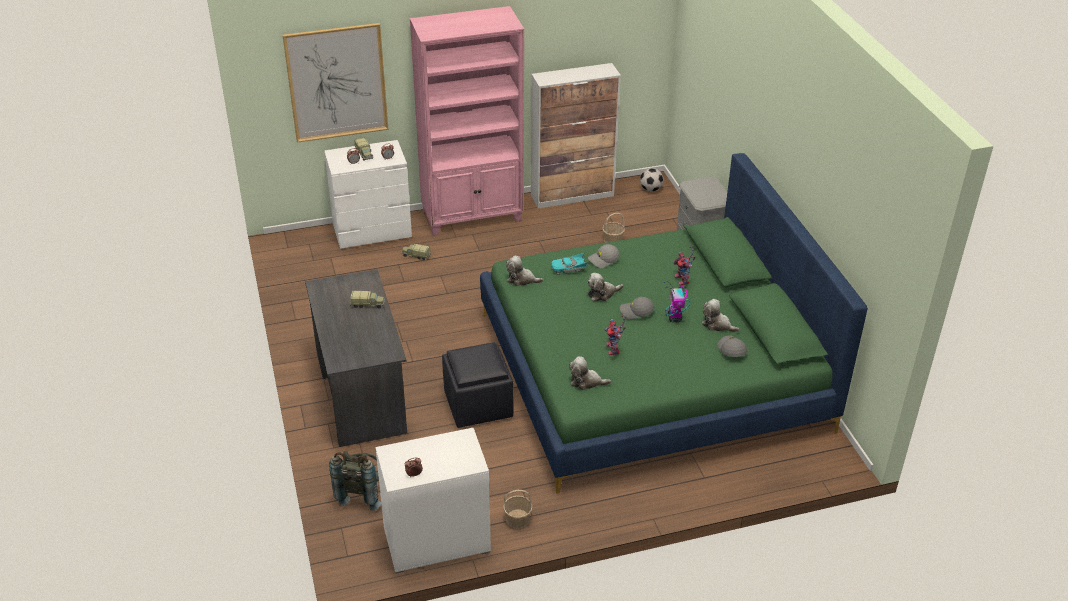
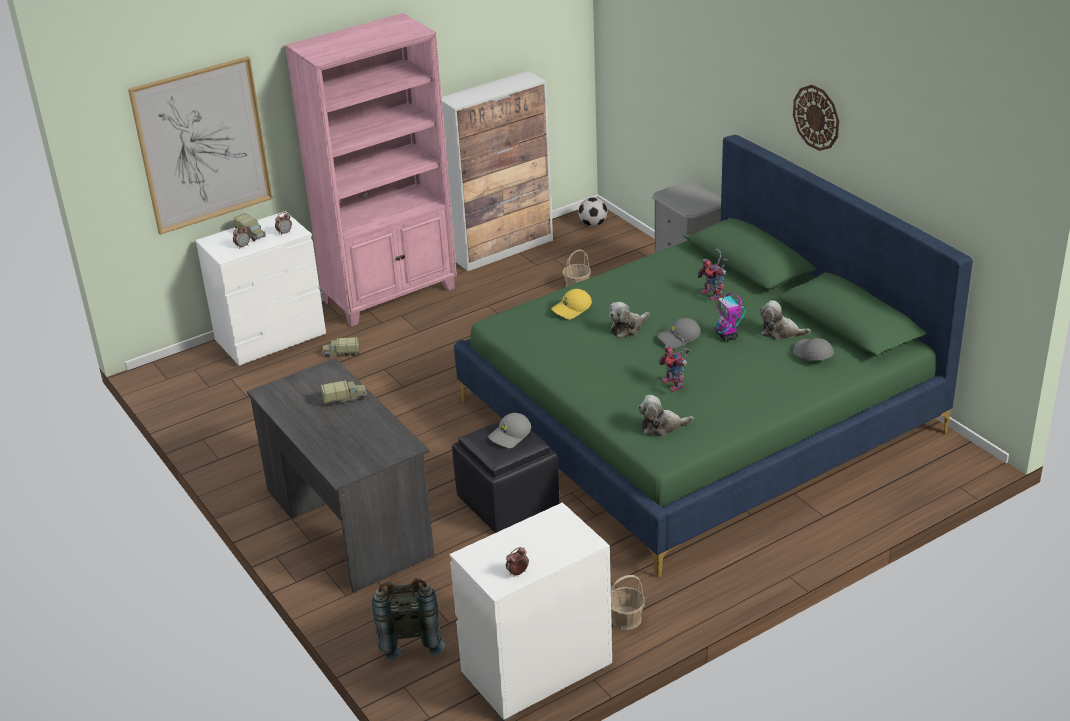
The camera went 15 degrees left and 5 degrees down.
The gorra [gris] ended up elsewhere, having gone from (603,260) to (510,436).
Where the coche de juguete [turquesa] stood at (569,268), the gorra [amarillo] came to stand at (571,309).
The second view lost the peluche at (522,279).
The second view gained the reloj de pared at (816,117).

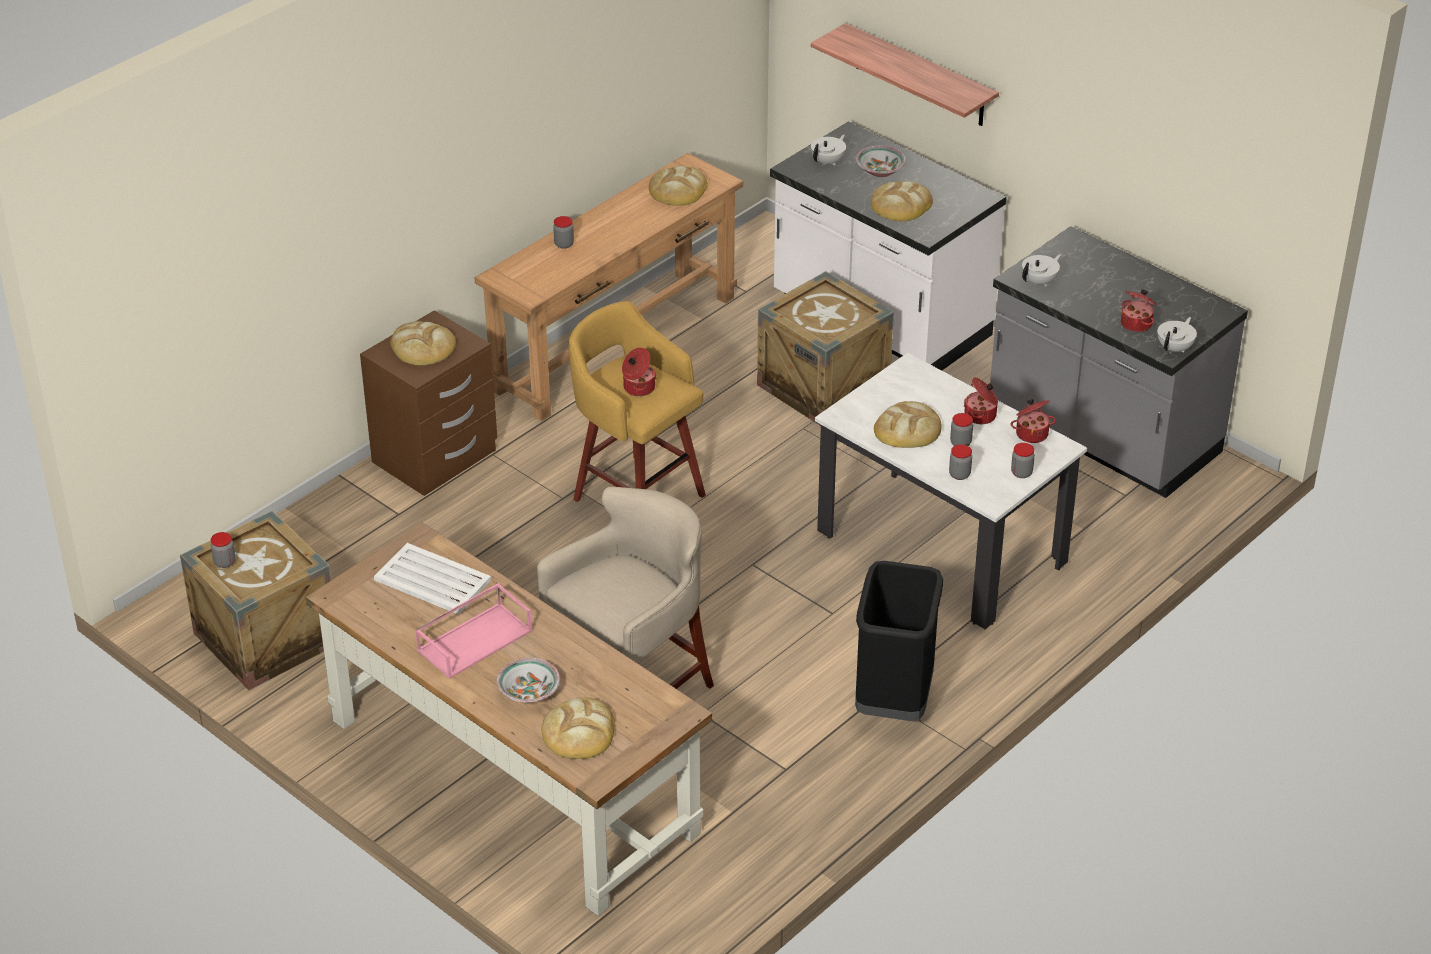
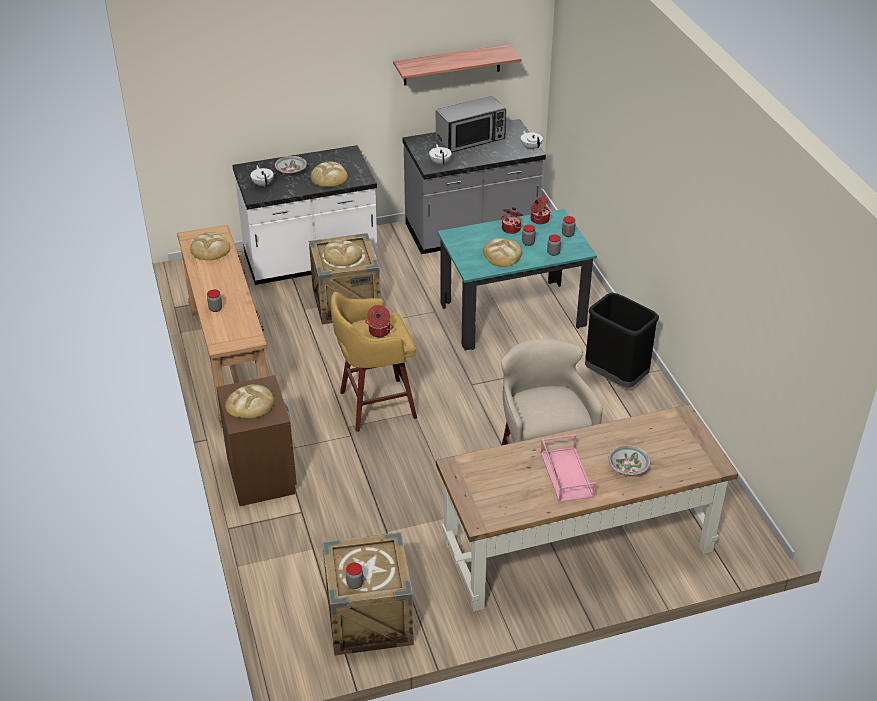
The camera went 60 degrees left and 0 degrees up.
The estante ended up elsewhere, having gone from (919,76) to (452,65).
The second view lost the olla at (1137,323).
What was the mesa de comedor [blanco] at (941,547) turned into the mesa de comedor [turquesa] at (512,315).
The second view lost the bandeja [blanco] at (432,579).
The pan ended up elsewhere, having gone from (579,732) to (342,255).
The second view gained the microondas at (471,139).

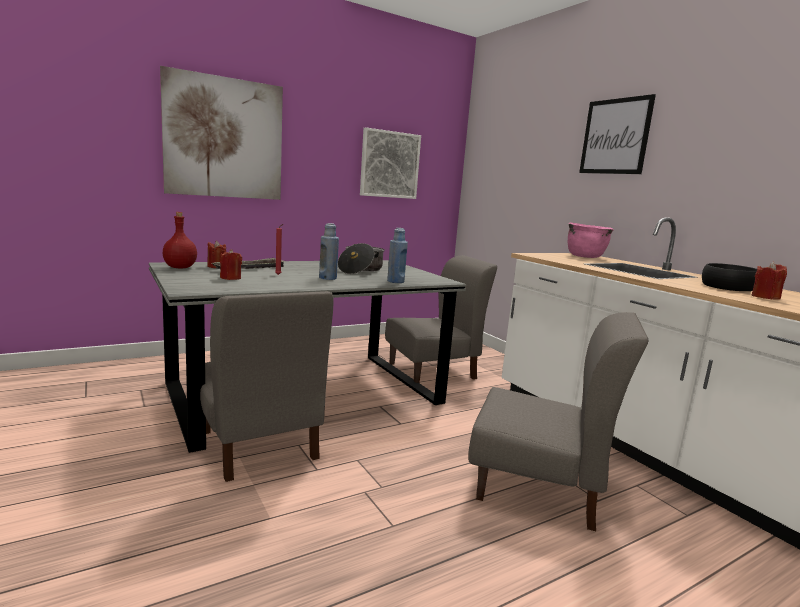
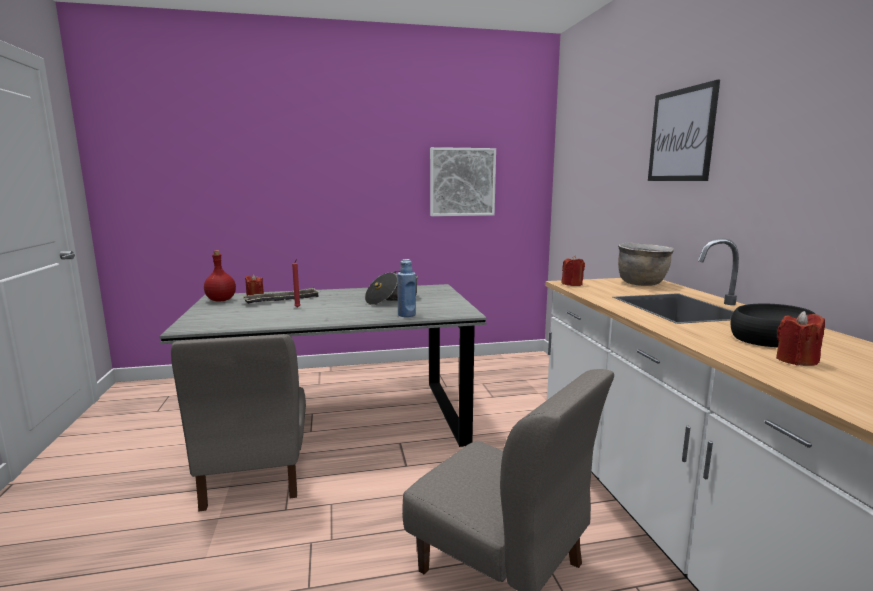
The camera went 20 degrees right and 0 degrees up.
The second view lost the cuadro at (224,138).
The second view lost the botella [azul] at (327,278).
What was the olla [rosa] at (585,256) turned into the olla [marrón] at (642,284).
The vela [rojo] ended up elsewhere, having gone from (230,278) to (572,284).
The second view lost the silla [gris] at (433,371).

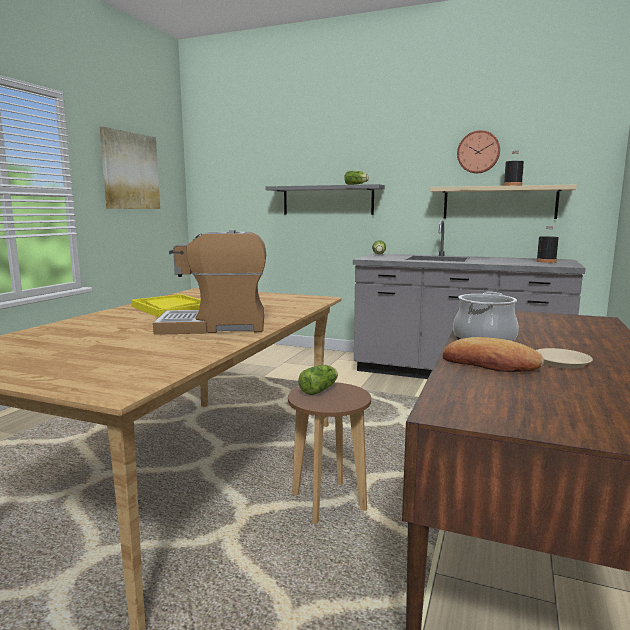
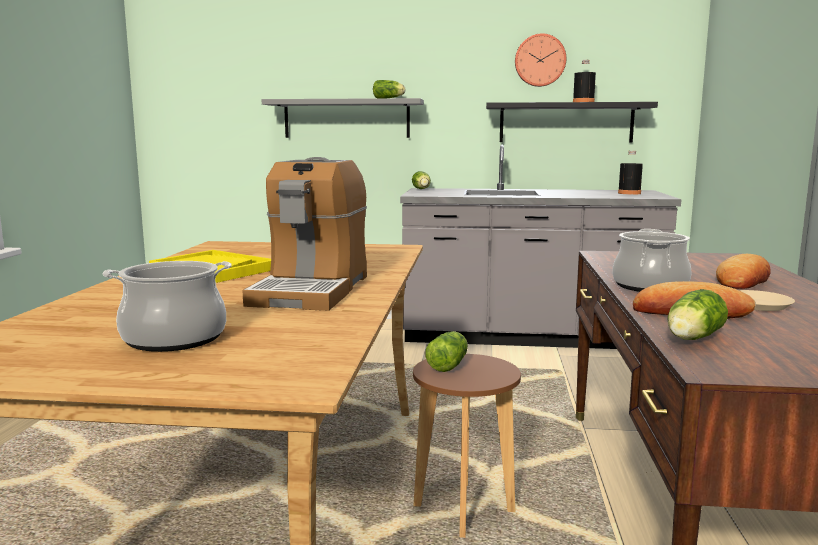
The camera went 15 degrees left and 0 degrees up.
The second view lost the cuadro at (130,171).
What was the estante [beis] at (499,202) turned into the estante [negro] at (566,123).
The cafetera at (215,326) ended up facing another way, 60 degrees counterclockwise from before.
The second view gained the pan at (743,280).
The second view gained the olla at (174,338).
The second view gained the lechuga at (691,338).

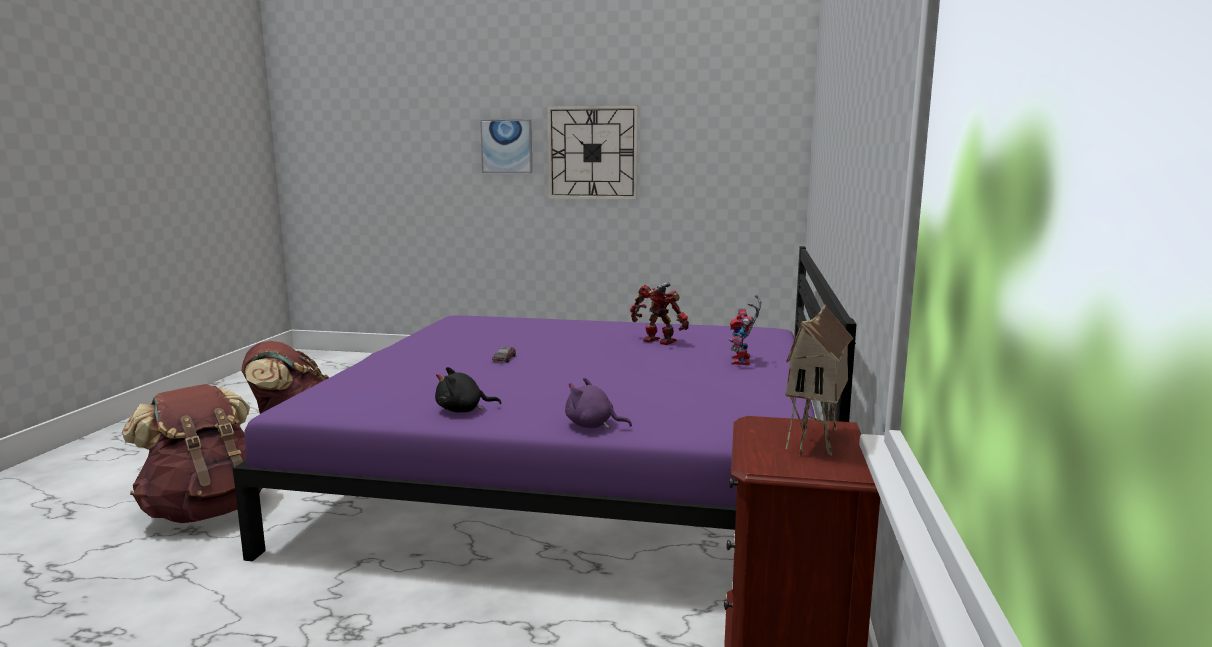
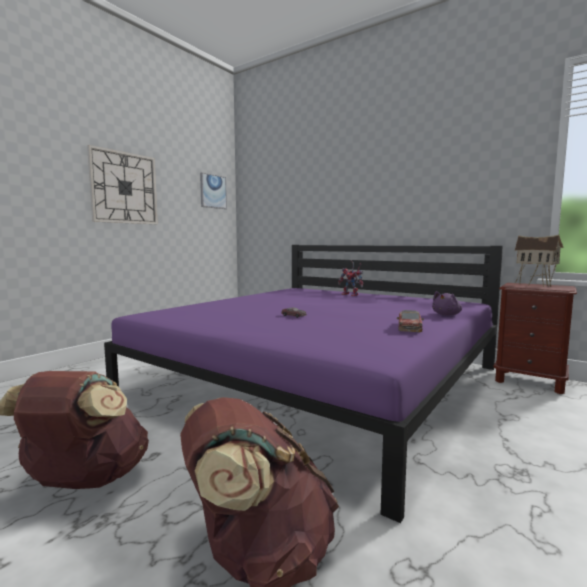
The camera went 65 degrees left and 5 degrees down.
The cuadro ended up elsewhere, having gone from (507,146) to (213,191).
The second view lost the robot de juguete at (658,342).
Where the peluche [negro] stood at (463,410), the coche de juguete came to stand at (409,327).

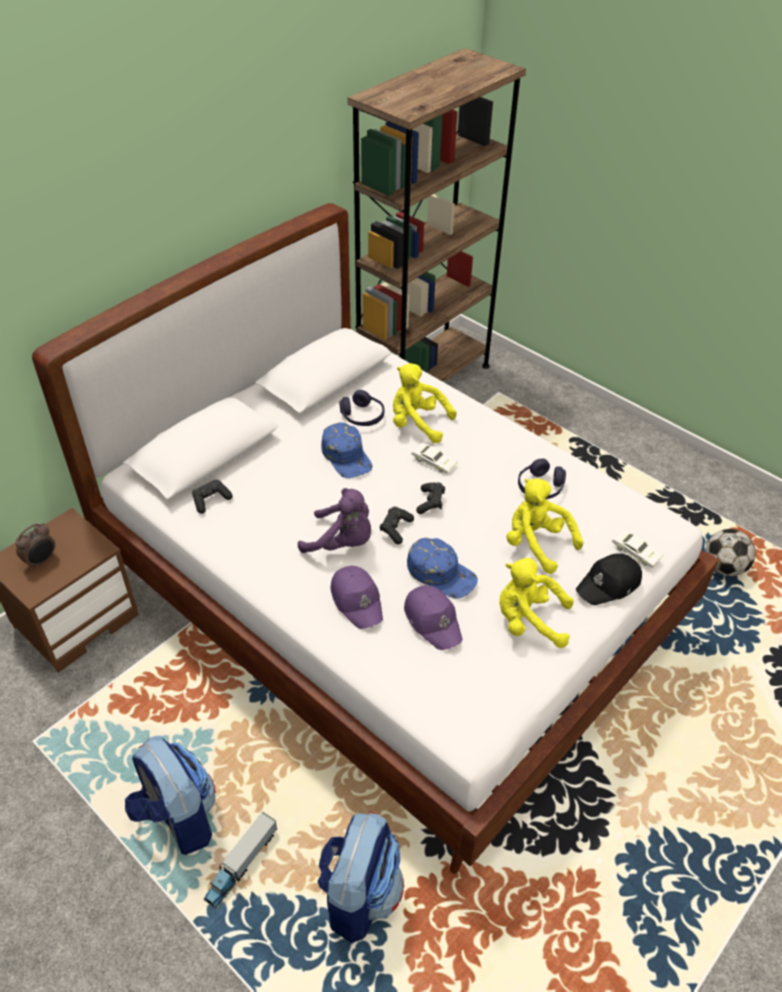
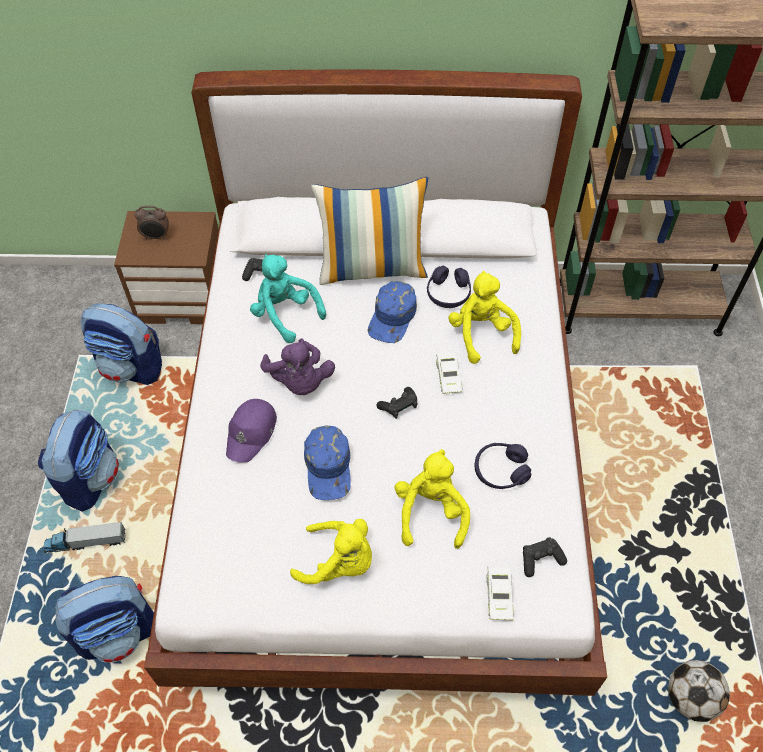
The camera went 50 degrees right and 10 degrees up.
The mando de consola [negro] ended up elsewhere, having gone from (396,529) to (540,559).
The second view lost the gorra [negro] at (609,585).
The peluche [amarillo] at (529,621) ended up facing another way, 135 degrees clockwise from before.
The second view lost the gorra [morado] at (433,620).
The second view gained the cojín at (372,267).
The second view gained the peluche [turquesa] at (285,314).
The second view gained the mochila at (131,367).

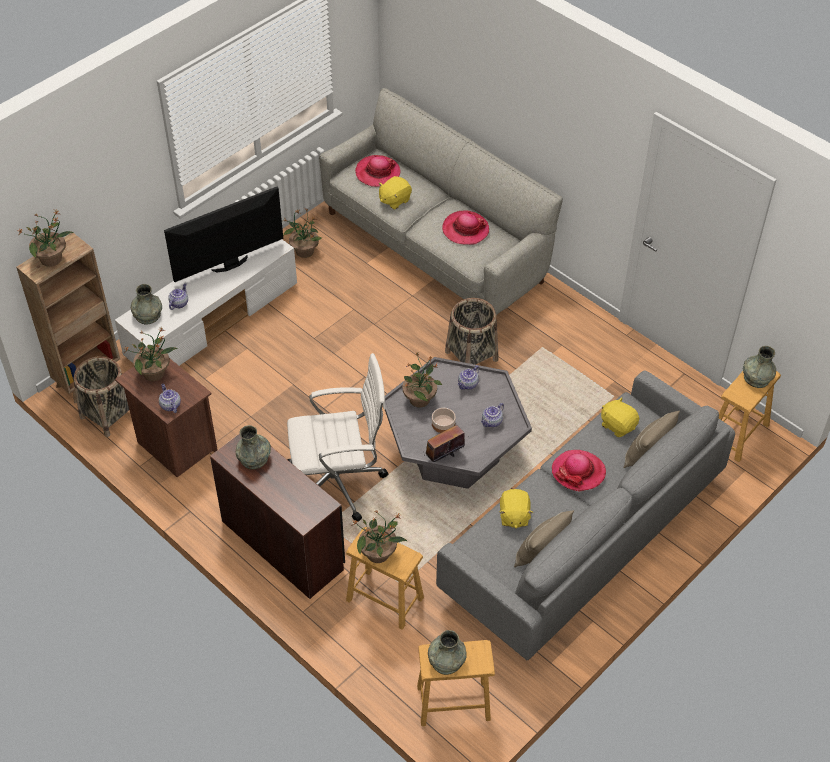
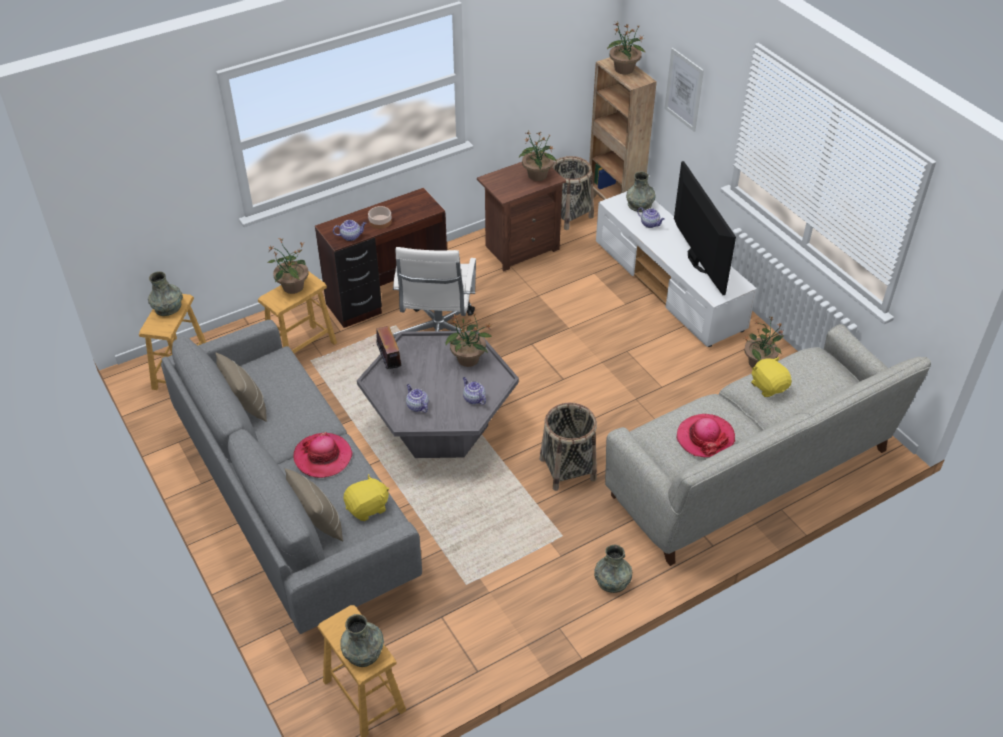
The camera went 105 degrees right and 5 degrees down.
The second view lost the sombrero at (377,173).
The tetera ended up elsewhere, having gone from (170,405) to (351,236).
The cuenco ended up elsewhere, having gone from (443,424) to (380,221).
The florero [gris] ended up elsewhere, having gone from (254,458) to (612,581).
The second view lost the peluche [amarillo] at (514,516).
The second view gained the cuadro at (684,89).

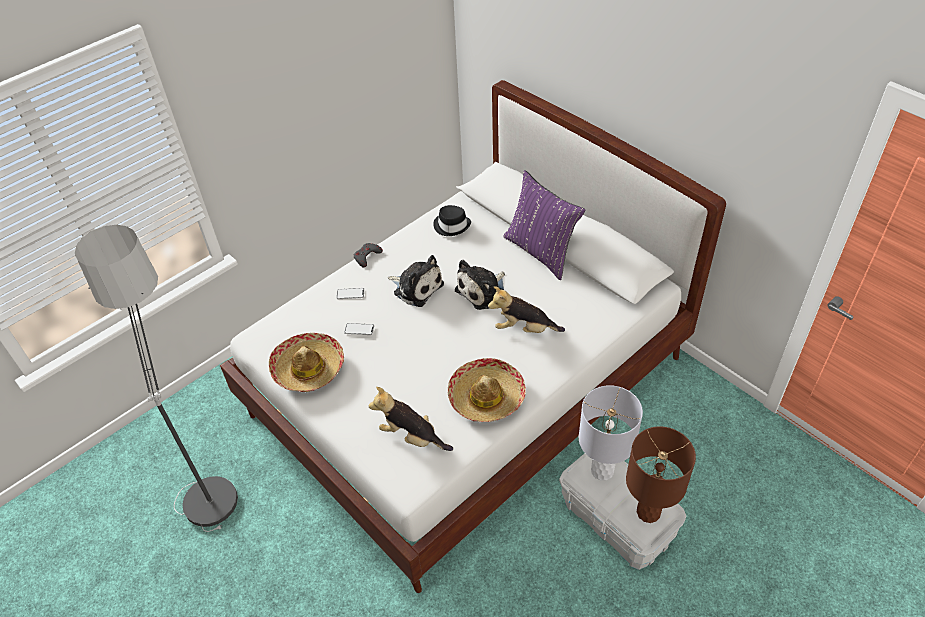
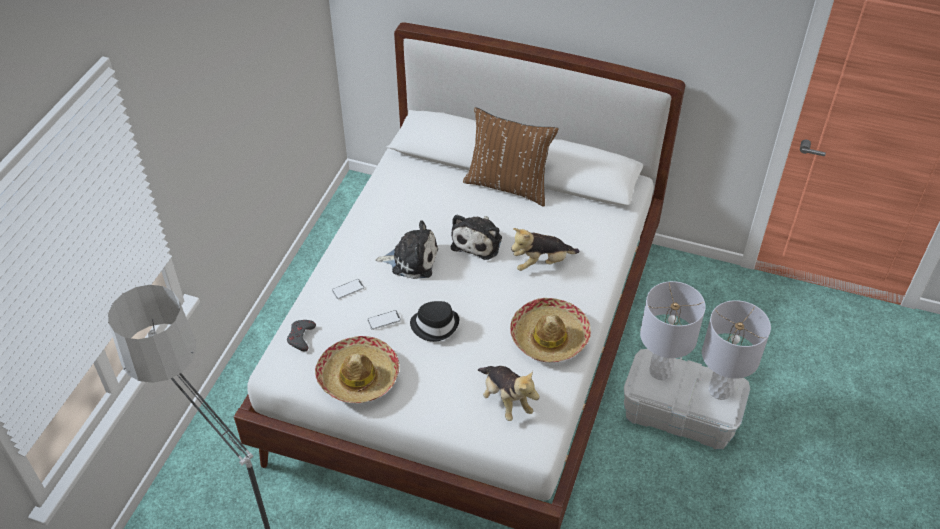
The camera went 30 degrees left and 0 degrees up.
What was the cojín [morado] at (541,252) turned into the cojín [marrón] at (508,185).
The sombrero [negro] ended up elsewhere, having gone from (452,225) to (435,325).
The mando de consola [gris] ended up elsewhere, having gone from (367,256) to (301,337).
The peluche at (412,436) ended up facing another way, 120 degrees counterclockwise from before.
What was the lámpara de mesa [marrón] at (648,512) turned into the lámpara de mesa [gris] at (719,390).

